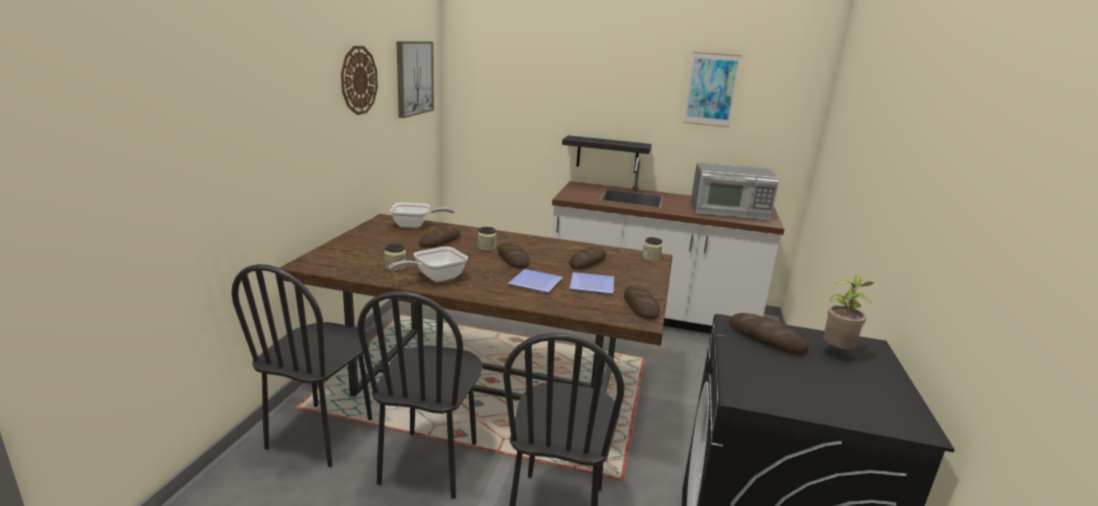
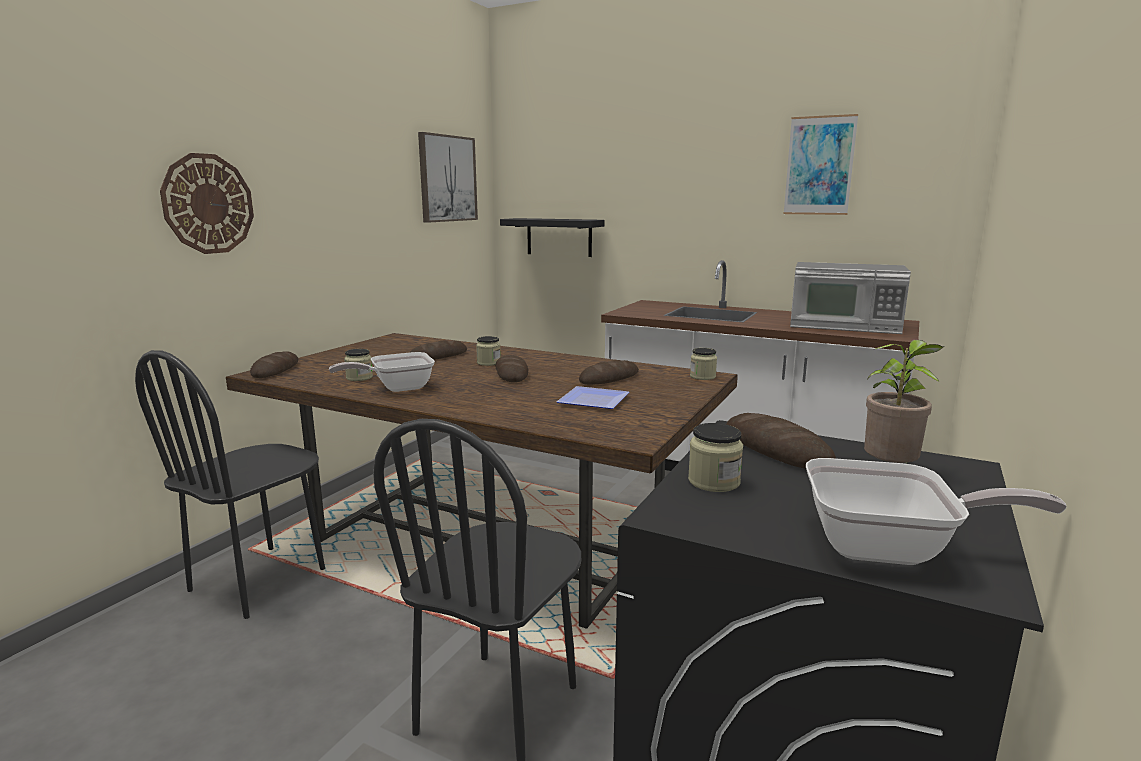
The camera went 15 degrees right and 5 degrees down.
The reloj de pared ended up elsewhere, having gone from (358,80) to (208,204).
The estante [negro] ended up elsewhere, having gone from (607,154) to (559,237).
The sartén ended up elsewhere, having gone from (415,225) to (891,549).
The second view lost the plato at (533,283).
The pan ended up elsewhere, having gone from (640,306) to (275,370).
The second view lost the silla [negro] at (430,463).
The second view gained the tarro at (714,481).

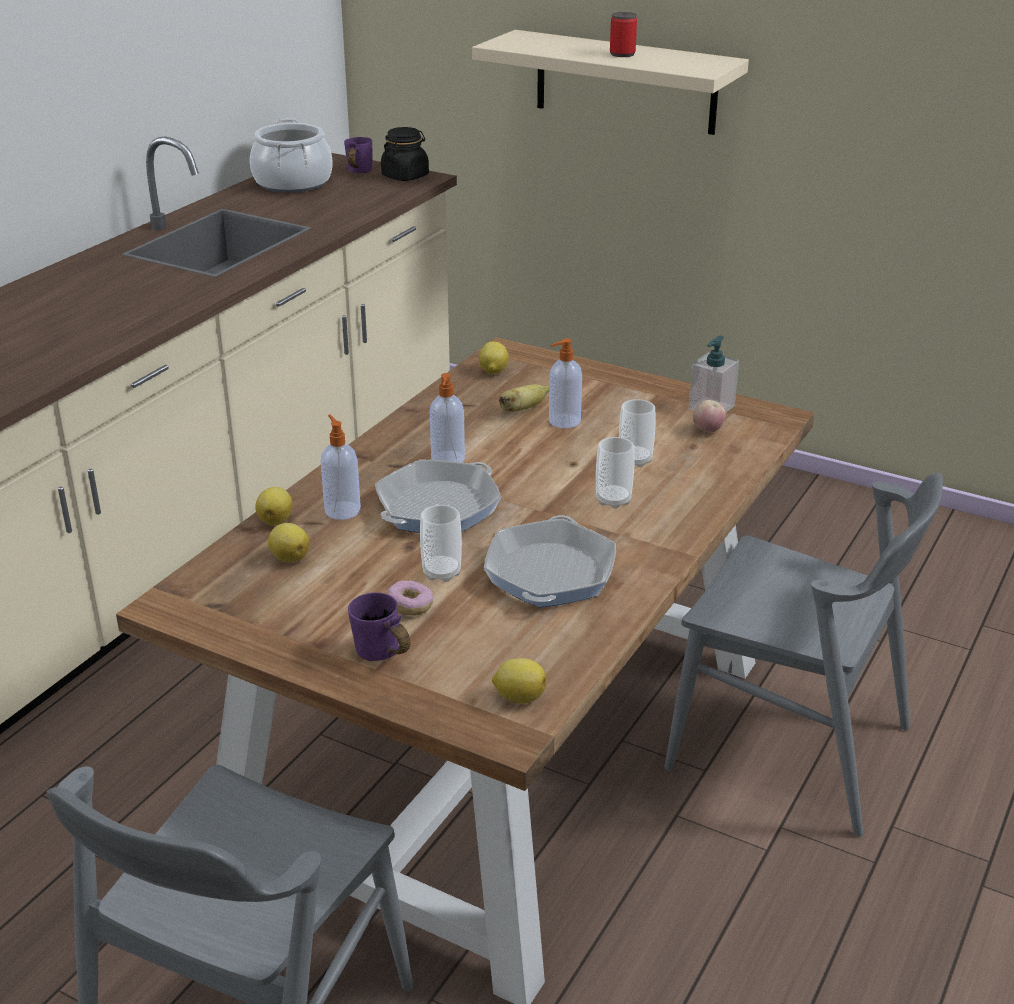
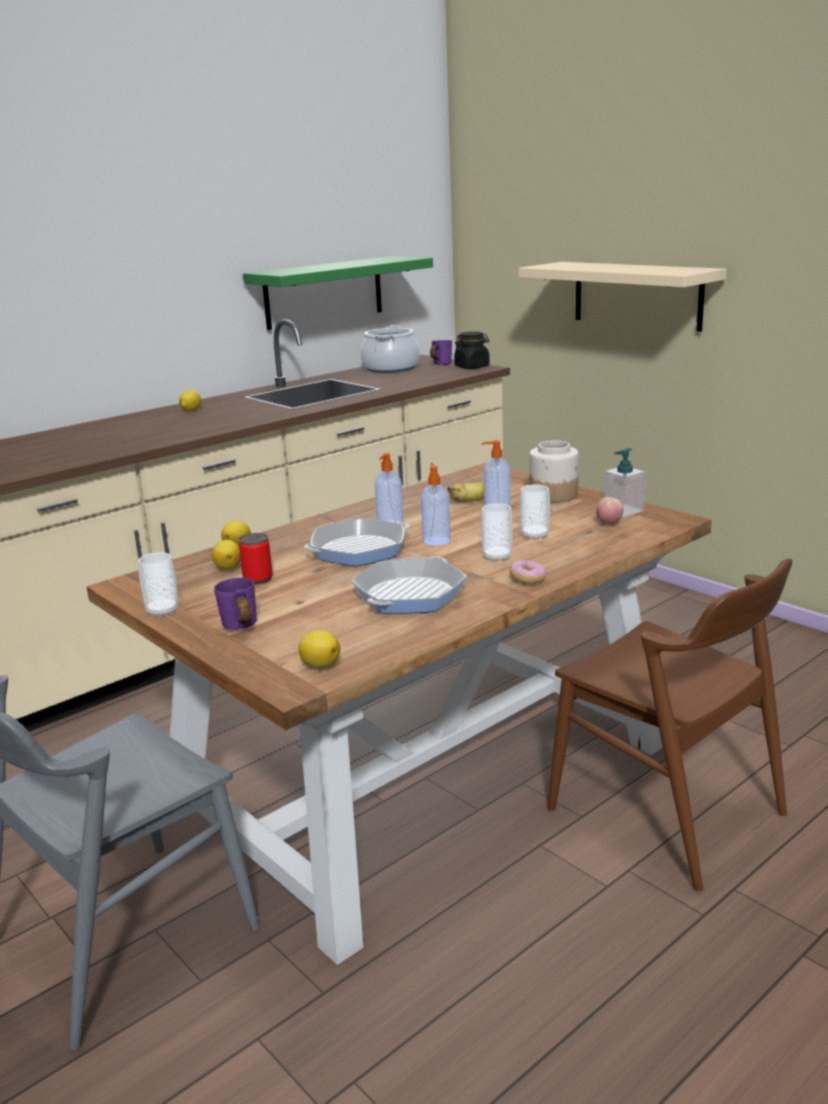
The camera went 20 degrees right and 10 degrees down.
The lata ended up elsewhere, having gone from (622,54) to (258,579).
The limón ended up elsewhere, having gone from (493,372) to (190,411).
The dispensador de jabón ended up elsewhere, having gone from (342,510) to (436,540).
What was the silla [gris] at (790,748) turned into the silla [marrón] at (666,812).
The taza ended up elsewhere, having gone from (441,573) to (162,611).
The rosquilla ended up elsewhere, having gone from (410,607) to (528,579).
The second view gained the estante [verde] at (324,292).
The second view gained the tarro at (554,495).

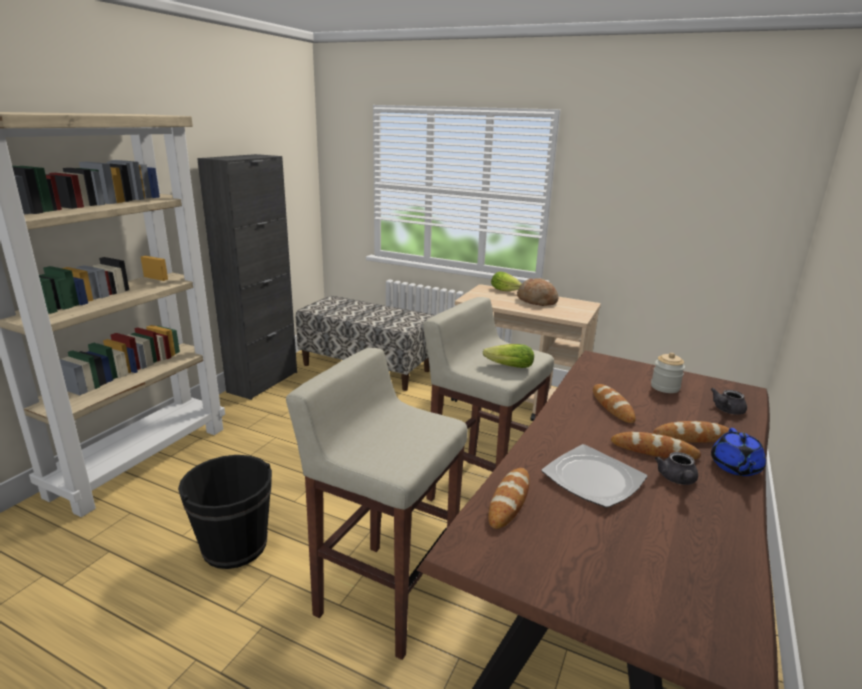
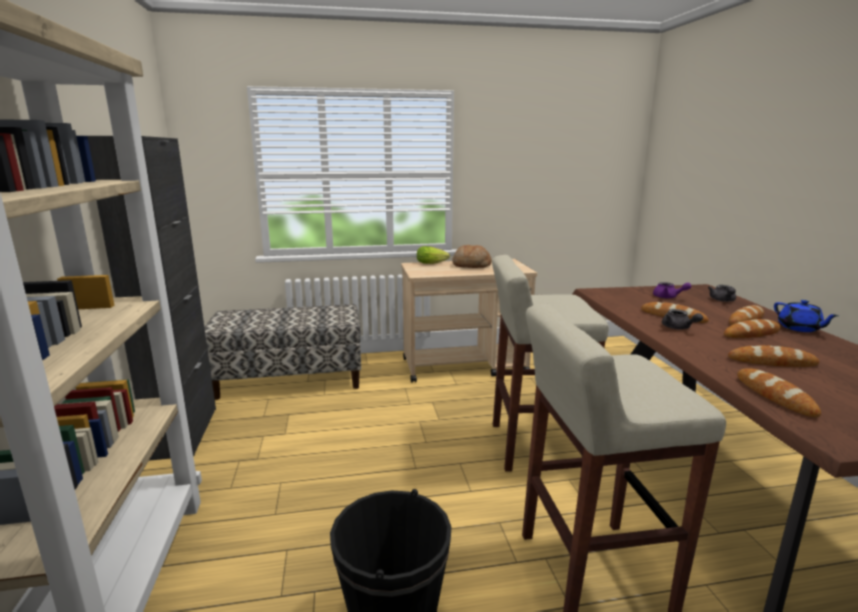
The camera went 35 degrees left and 5 degrees down.
The second view lost the lechuga at (507,366).
Where the tarro stood at (665,387), the tetera [morado] came to stand at (668,297).
Where the plato stood at (594,479), the pan came to stand at (771,362).
The tetera [gris] ended up elsewhere, having gone from (677,480) to (678,328).

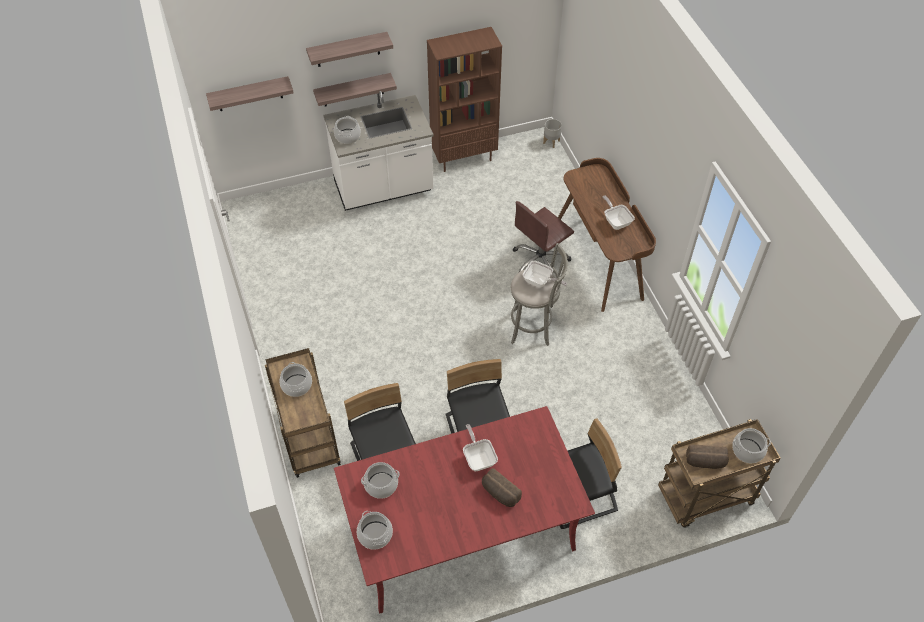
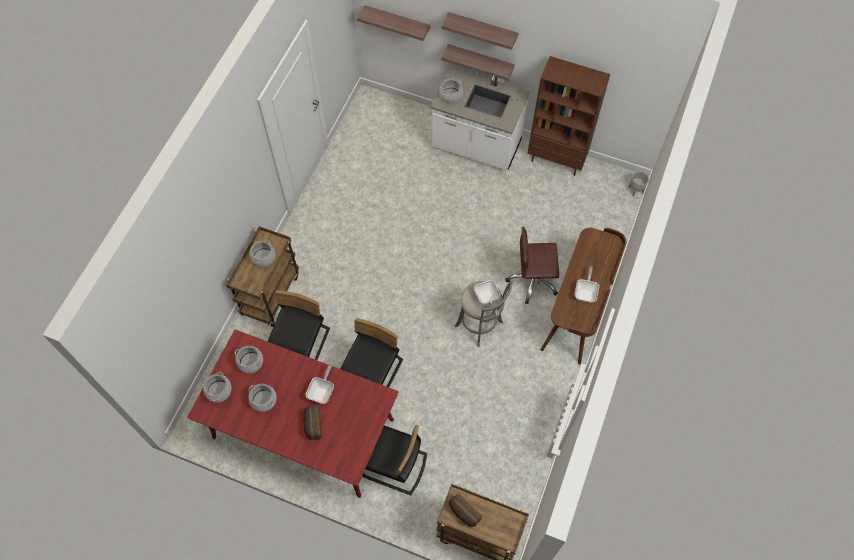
The camera went 40 degrees right and 10 degrees up.
The olla ended up elsewhere, having gone from (747,450) to (263,400).

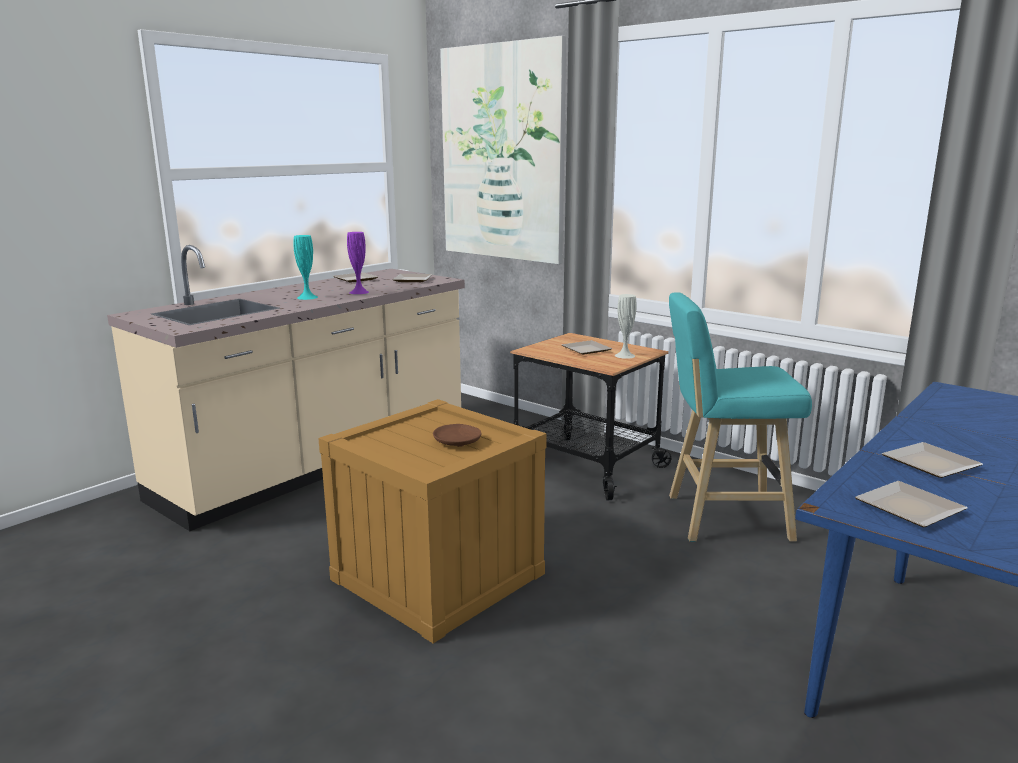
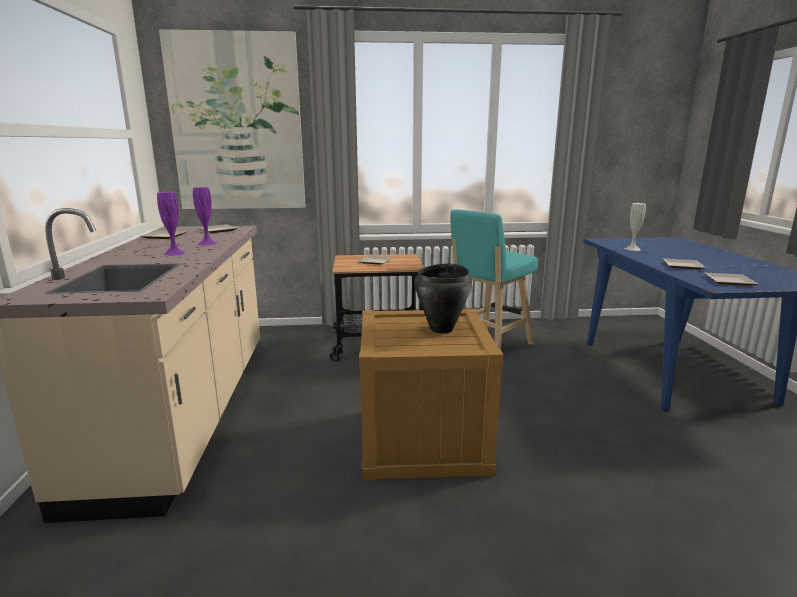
The camera went 45 degrees left and 0 degrees up.
What was the florero [turquesa] at (307,297) turned into the florero [morado] at (174,253).
The florero [blanco] ended up elsewhere, having gone from (624,355) to (632,249).
Where the plato [marrón] stood at (458,442), the olla [negro] came to stand at (442,329).

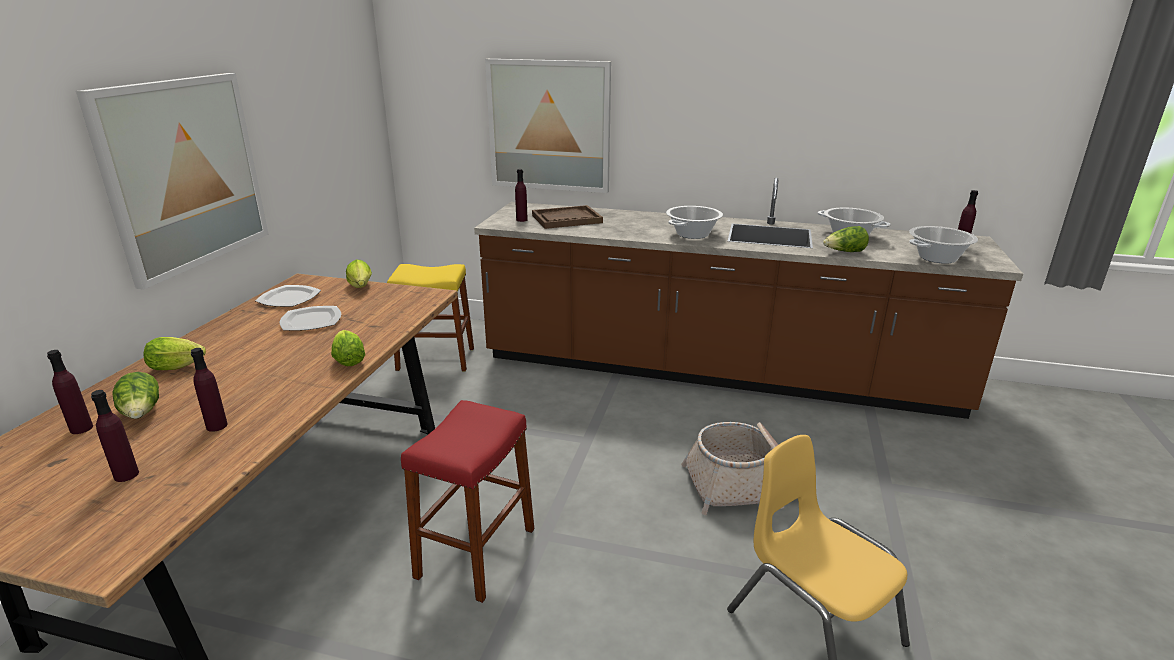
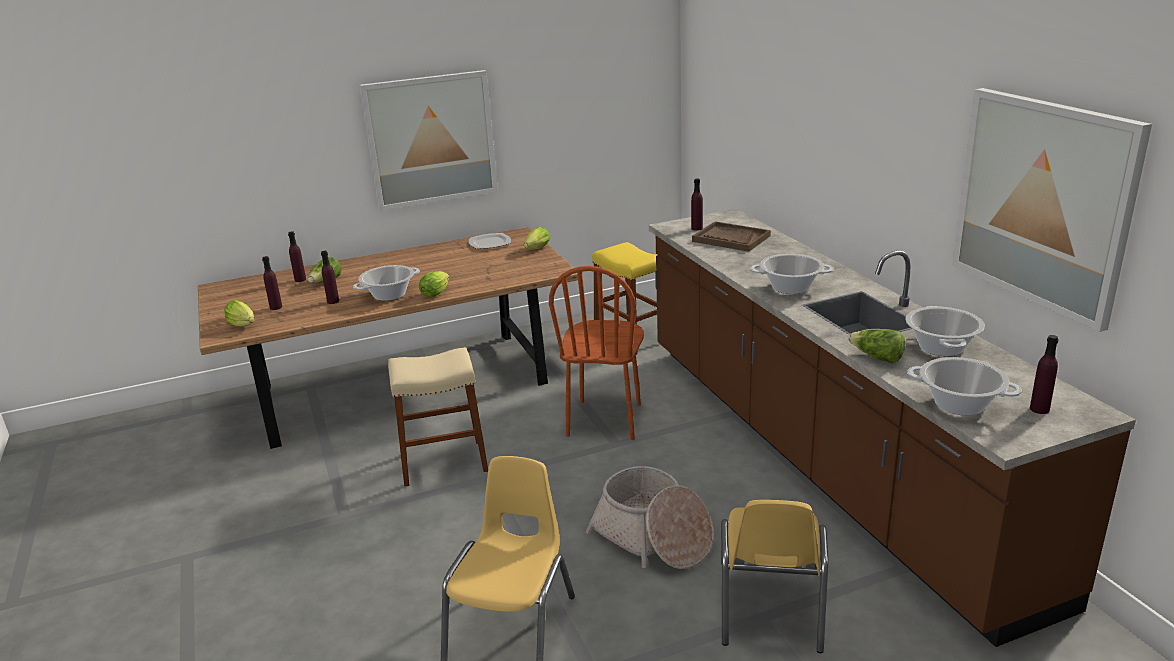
The camera went 55 degrees right and 0 degrees up.
The cuadro ended up elsewhere, having gone from (549,126) to (1042,203).
The second view lost the plato at (310,321).
The lechuga ended up elsewhere, having gone from (180,367) to (244,326).
What was the taburete [rojo] at (476,553) turned into the taburete [beis] at (443,463).
The second view gained the olla at (389,295).
The second view gained the silla [marrón] at (605,420).
The second view gained the silla [amarillo] at (770,606).

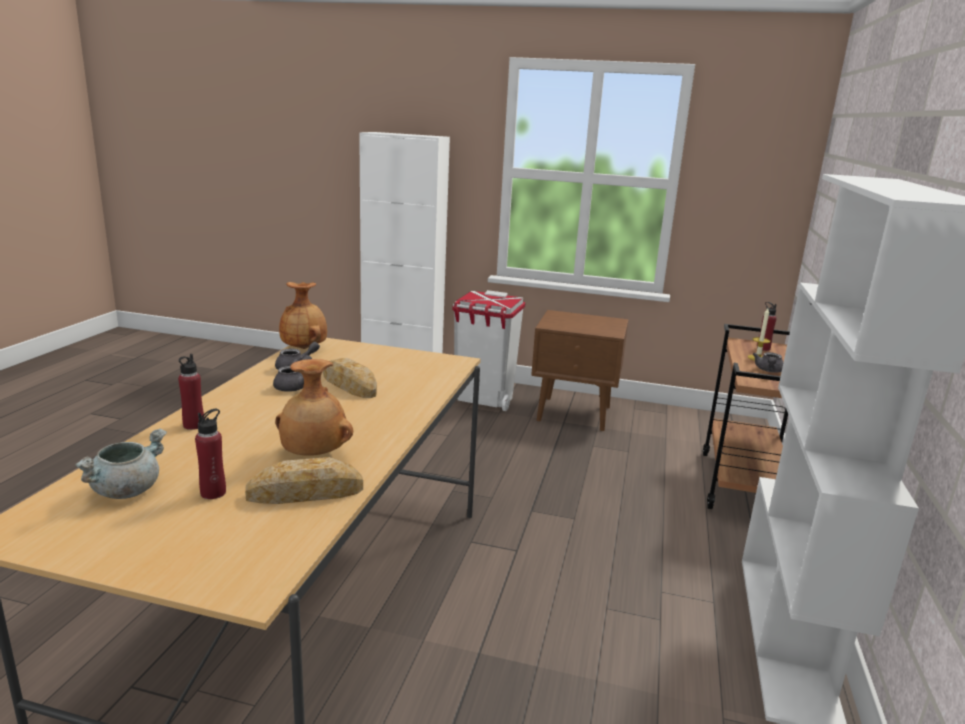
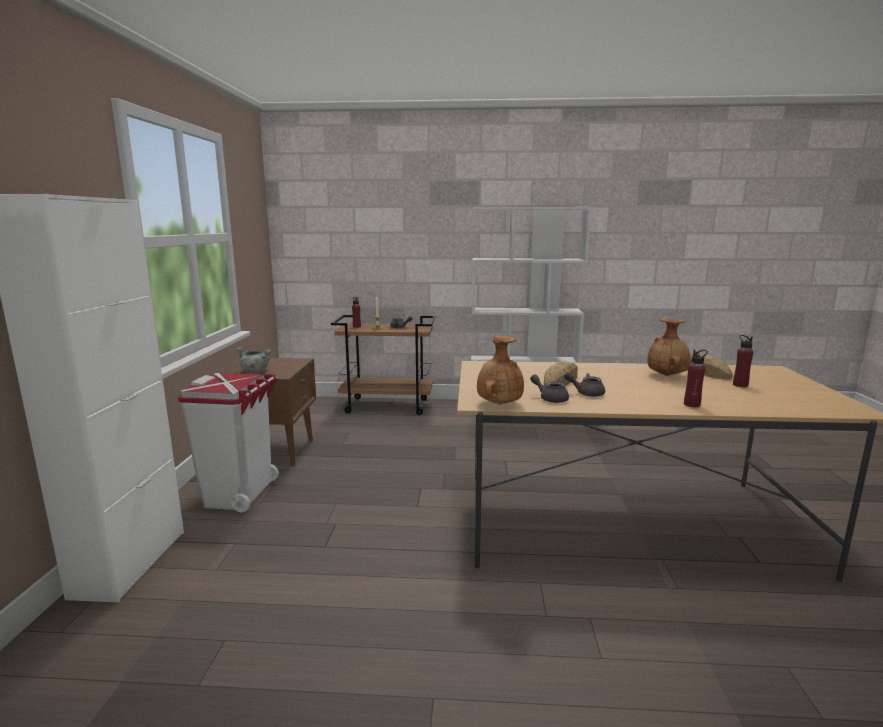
The camera went 100 degrees left and 5 degrees down.
The olla [gris] ended up elsewhere, having gone from (126,490) to (254,371).

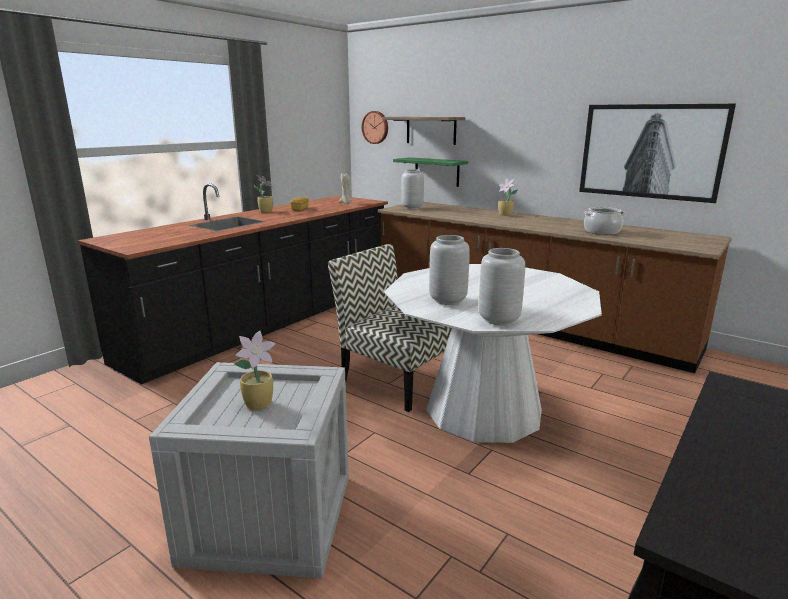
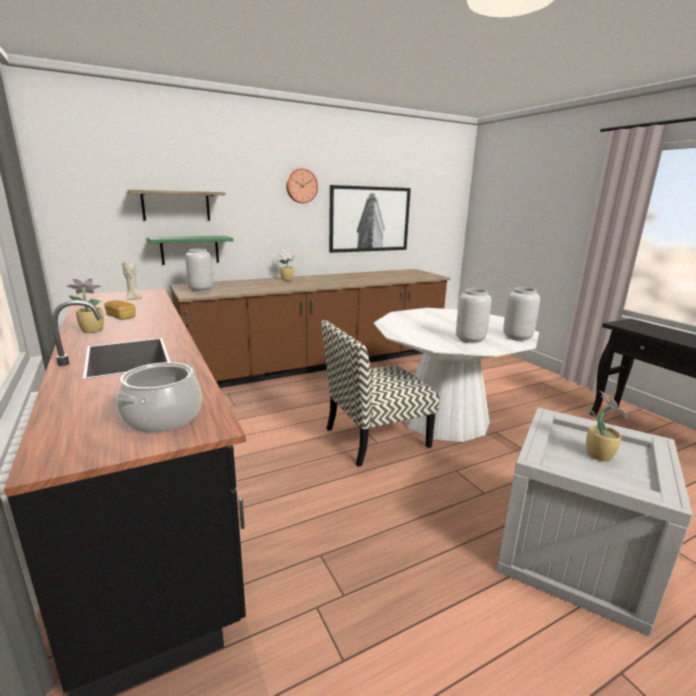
The camera went 65 degrees left and 0 degrees up.
The reloj de pared ended up elsewhere, having gone from (375,127) to (301,186).
The olla ended up elsewhere, having gone from (602,232) to (163,417).

